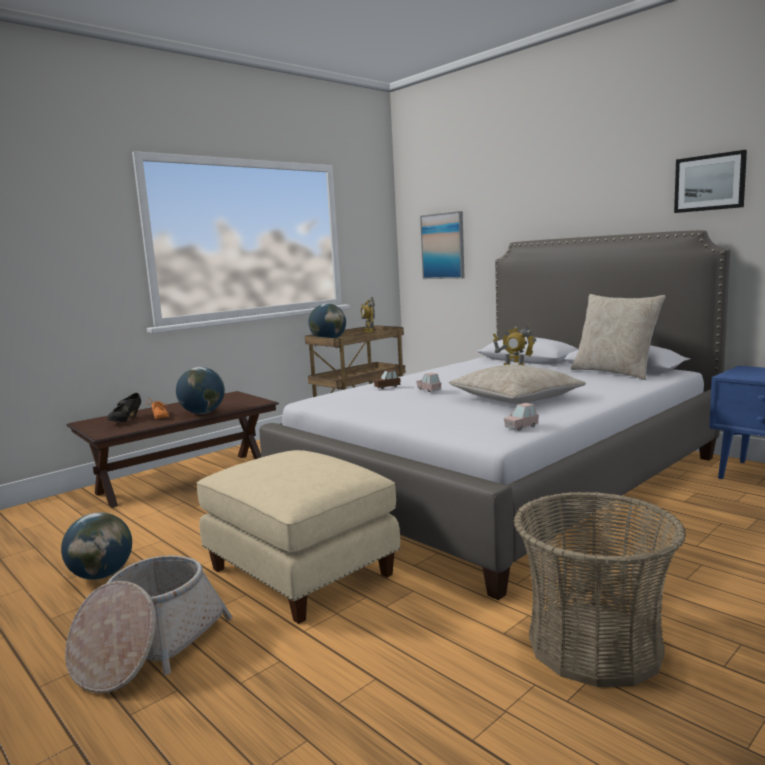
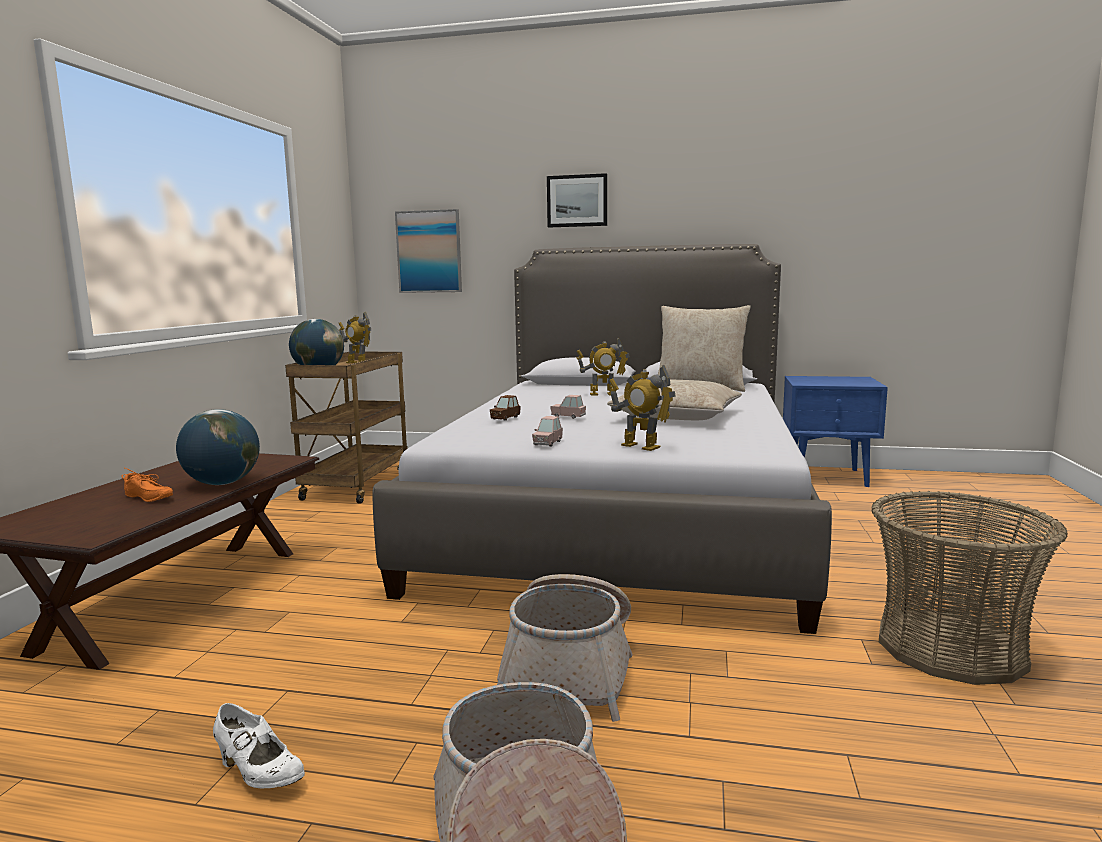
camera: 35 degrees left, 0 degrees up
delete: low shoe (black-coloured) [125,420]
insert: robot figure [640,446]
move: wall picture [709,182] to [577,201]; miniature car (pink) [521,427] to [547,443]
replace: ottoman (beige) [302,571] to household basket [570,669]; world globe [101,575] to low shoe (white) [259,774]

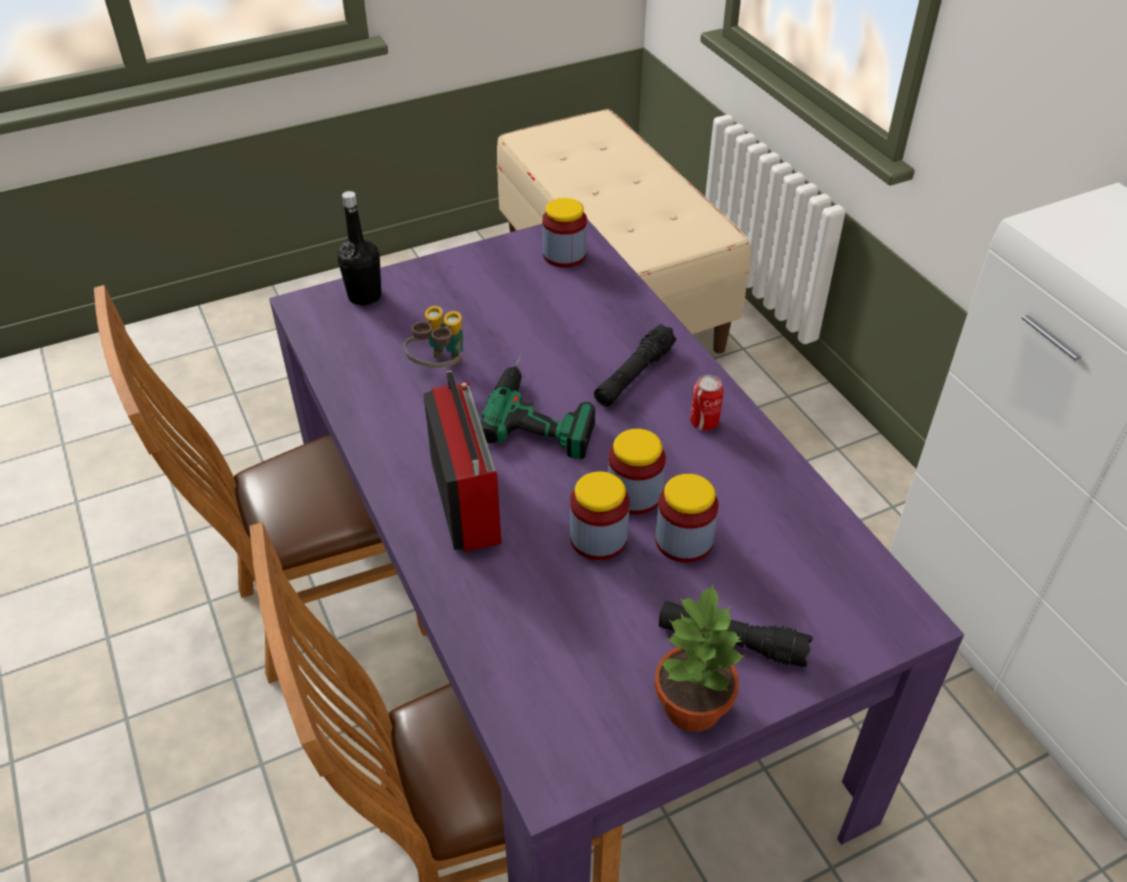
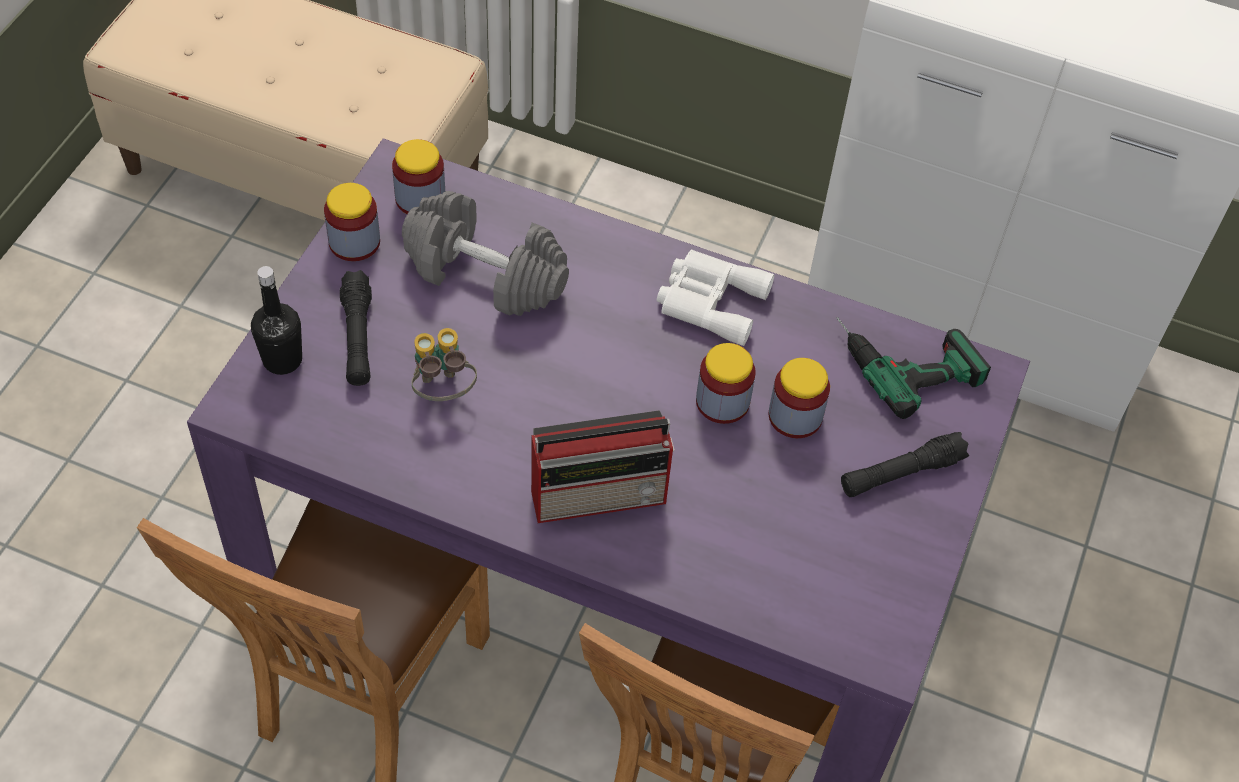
camera: 45 degrees left, 10 degrees up
delete: potted plant [692,704]
insert: free weight (grey) [484,274]
move: hand torch (black-coloured) [634,375] to [357,337]; power drill [544,409] to [904,357]; jar [598,538] to [354,242]
replace: sealed can [704,422] to pair of binoculars (white) [709,300]
rotate: radio receiver [466,498] = [601,495] 135 degrees clockwise

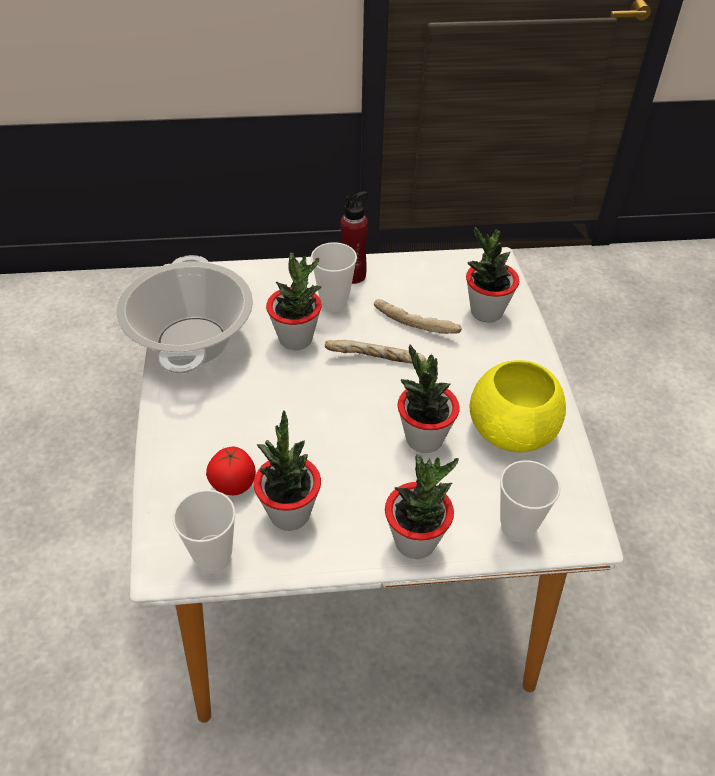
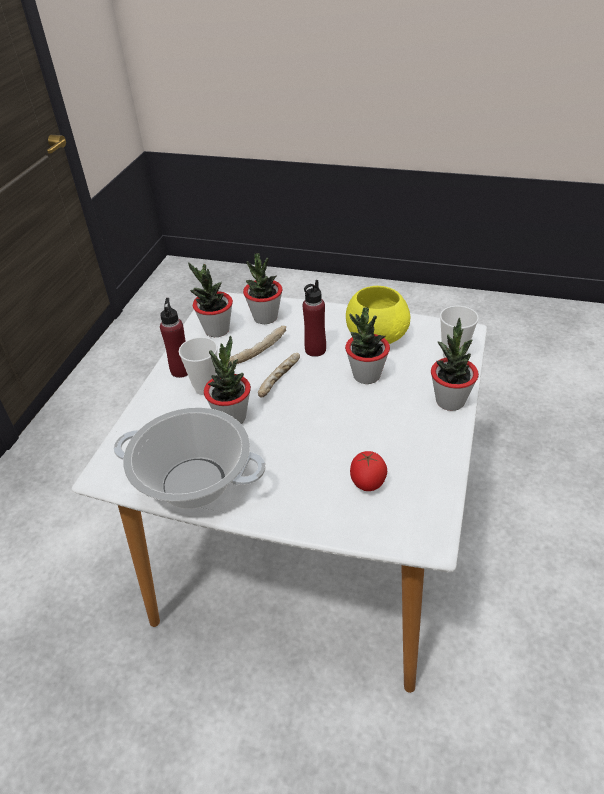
camera: 65 degrees left, 5 degrees down
delete: small cup [213,558]
insert: bottle (red-coloured) [315,350]
move: potted plant [289,513] to [216,330]

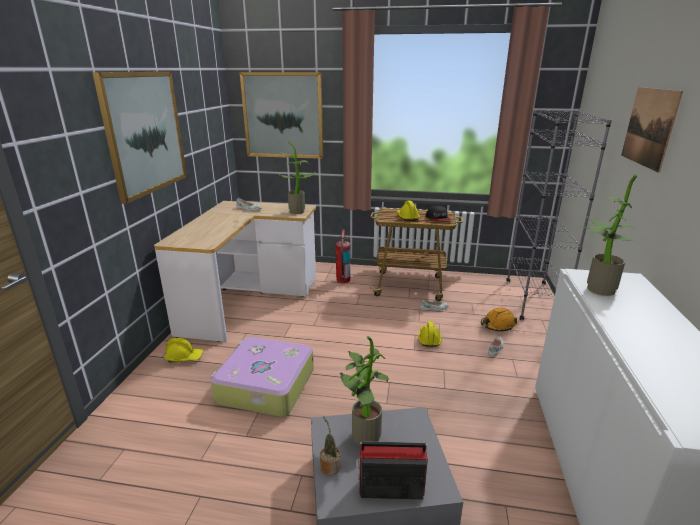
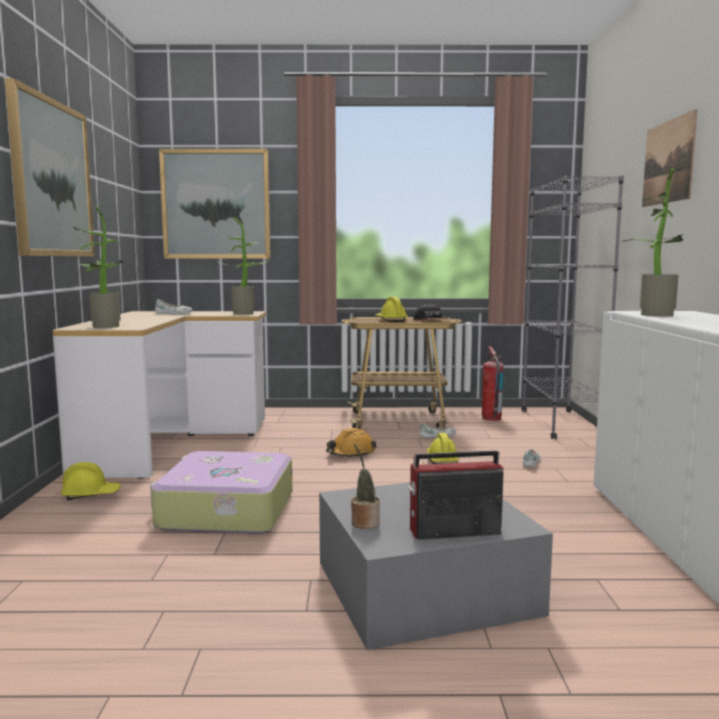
camera: 10 degrees left, 15 degrees down
move: fire-fighting cylinder [343,280] to [491,418]; safety helmet (orangey) [497,325] to [350,454]; potted plant [362,434] to [103,326]

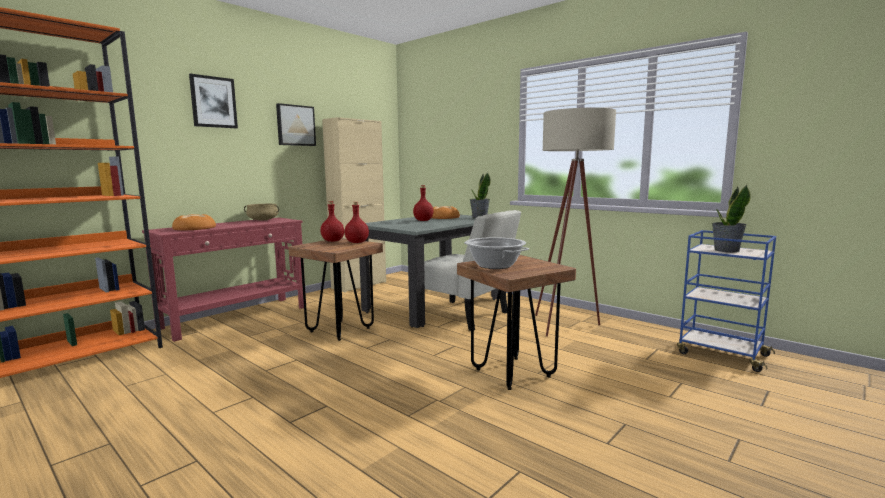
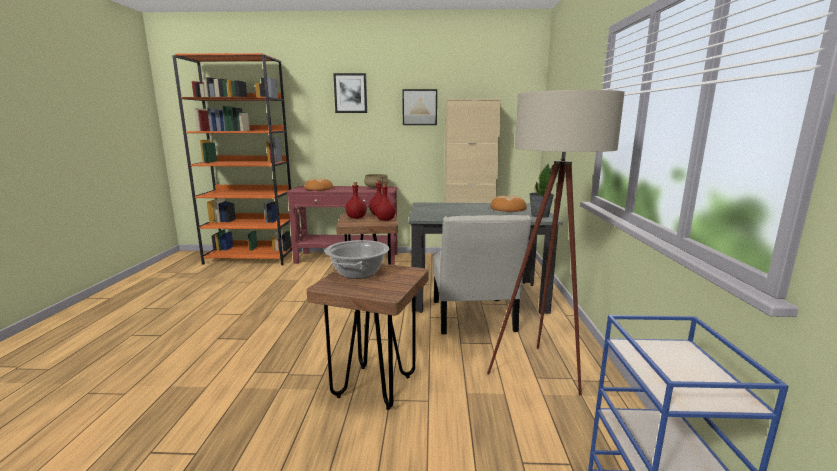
camera: 50 degrees right, 5 degrees up
delete: potted plant [726,250]
move: bottle (red-coloured) [423,220] to [356,218]

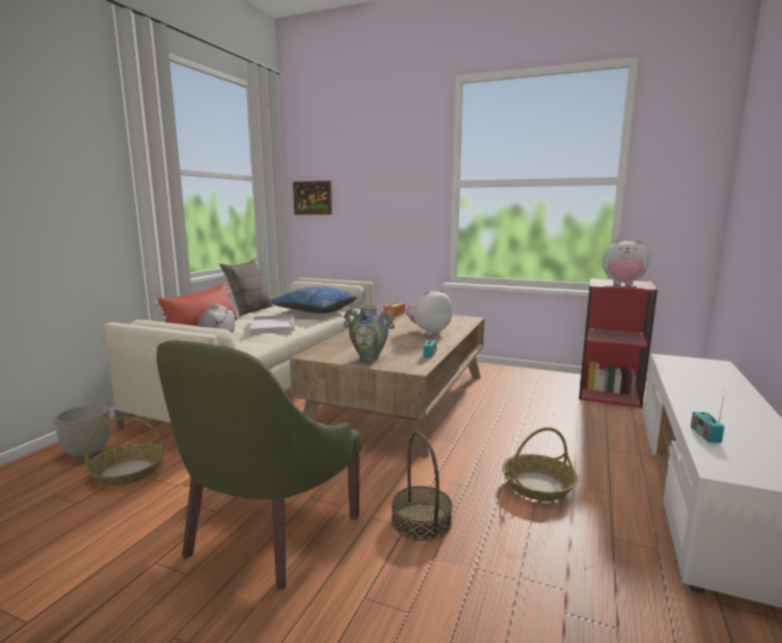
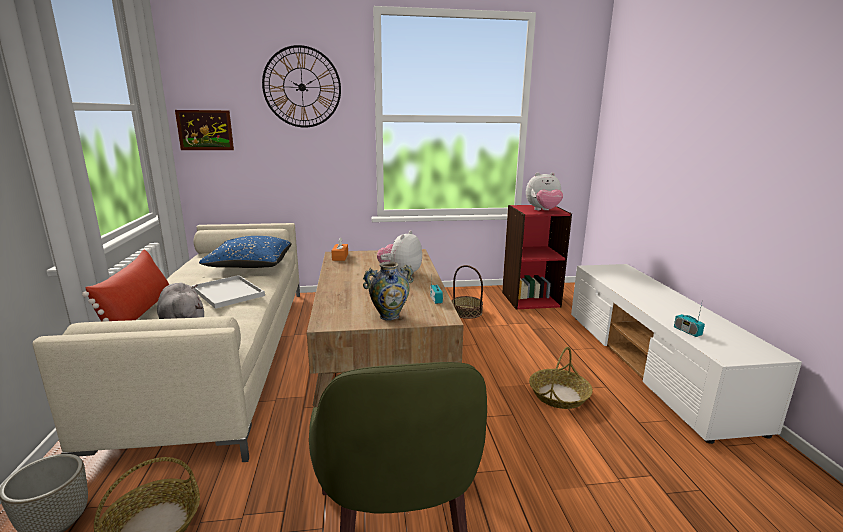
camera: 30 degrees left, 5 degrees up
delete: pillow [249,311]
insert: clock on the wall [302,87]
move: household basket [421,521] to [466,312]

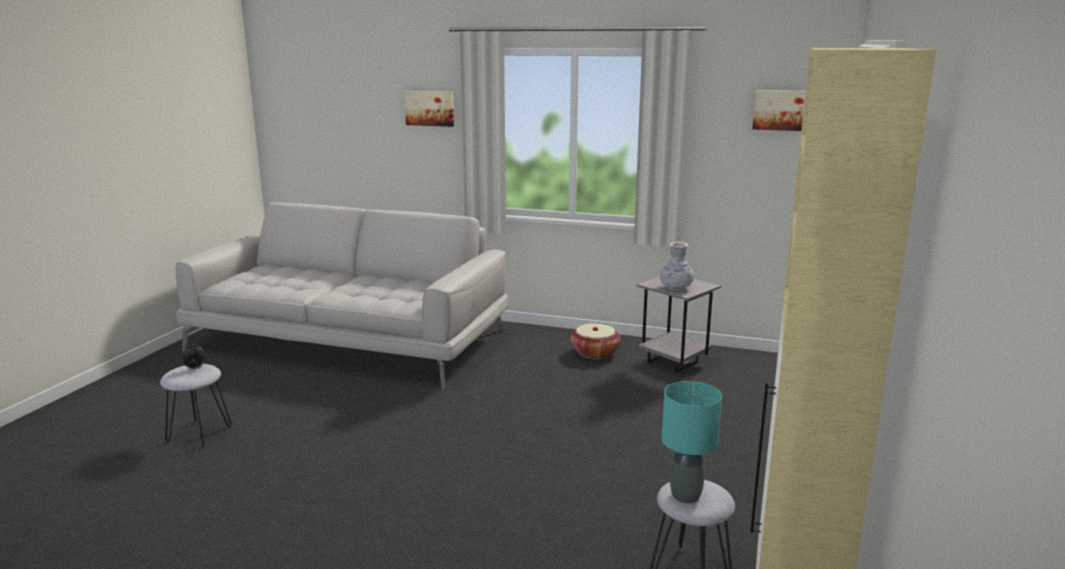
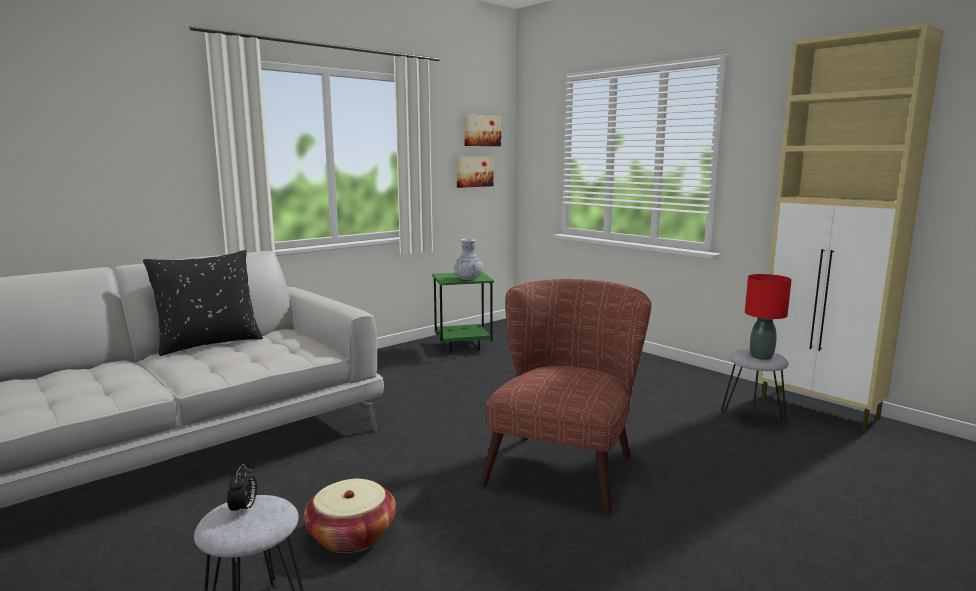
camera: 60 degrees left, 5 degrees down
insert: pillow (black-coloured) [209,343]; armchair (brown) [566,464]
move: wall picture [430,108] to [474,171]; household basket [595,353] to [352,535]
recolor: accent table (grey) [672,362] to accent table (greenish) [462,347]; tabletop lamp (blue-green) [686,495] to tabletop lamp (red-coloured) [761,356]

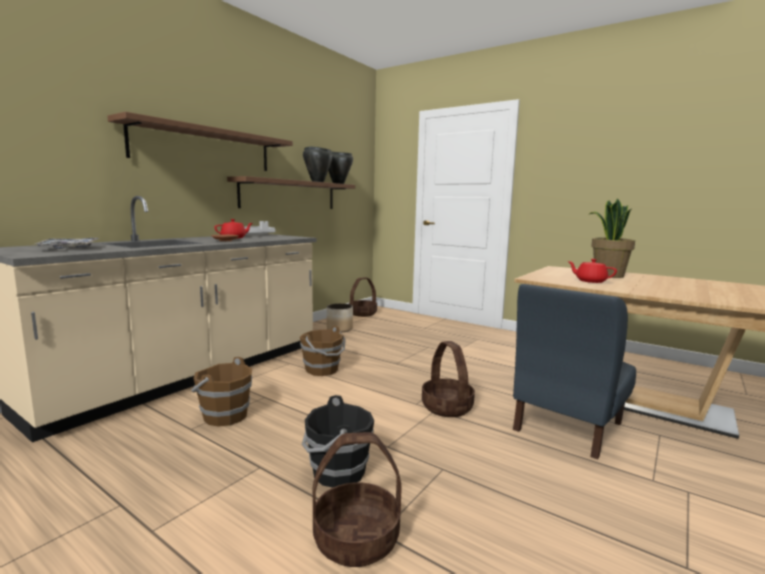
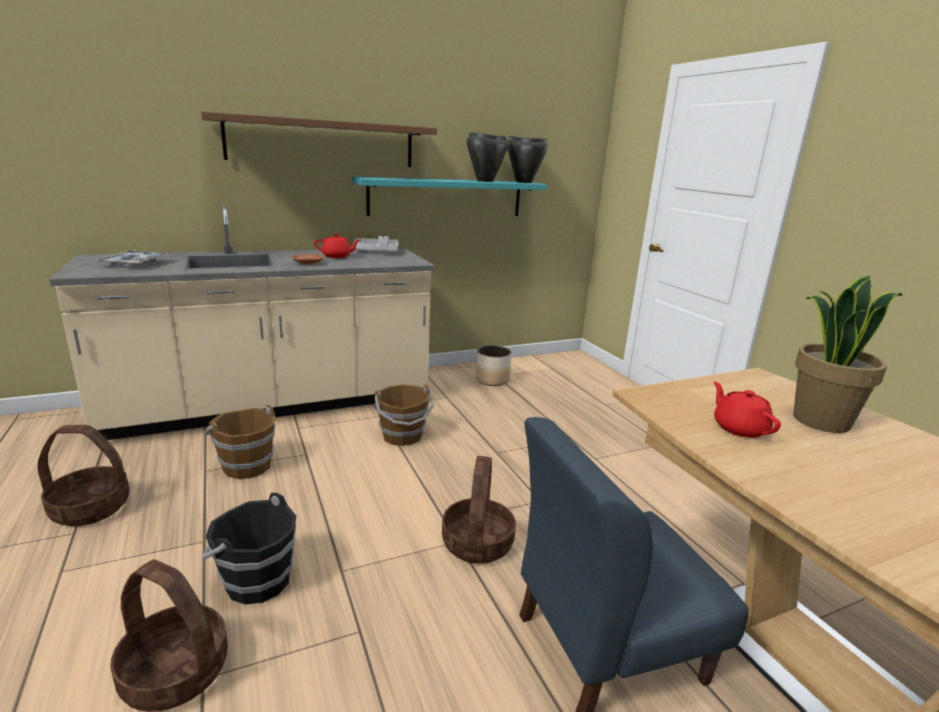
camera: 30 degrees right, 10 degrees up
move: household basket [362,313] to [90,508]
recolor: shelf (brown) [290,195] to shelf (blue-green) [447,197]

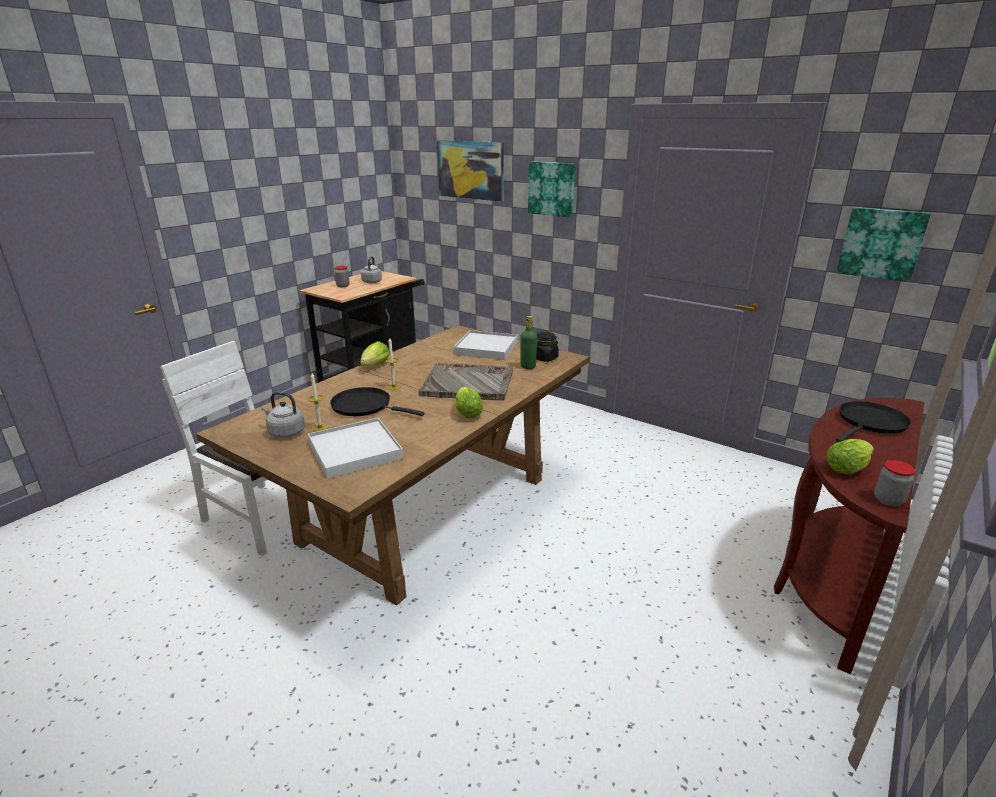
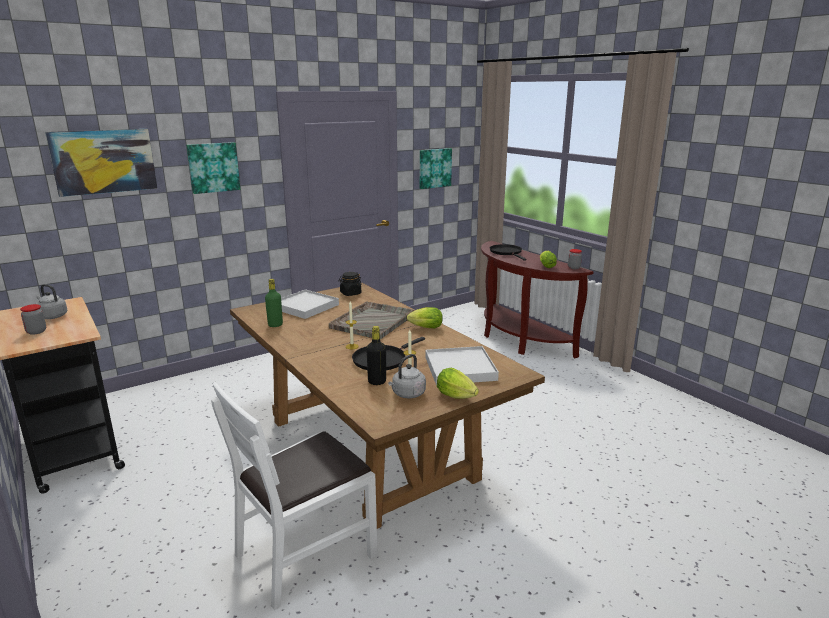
camera: 70 degrees left, 5 degrees down
insert: bottle (black-coloured) [377,382]
move: bottle (greenish) [528,366] to [275,325]; head of lettuce [374,367] to [458,397]

